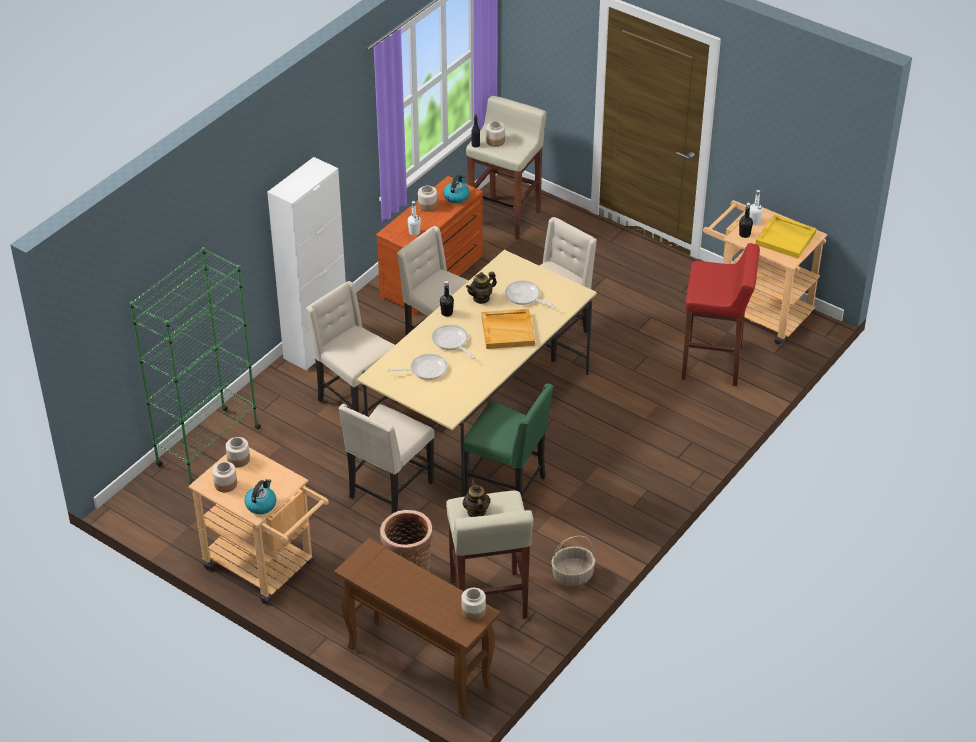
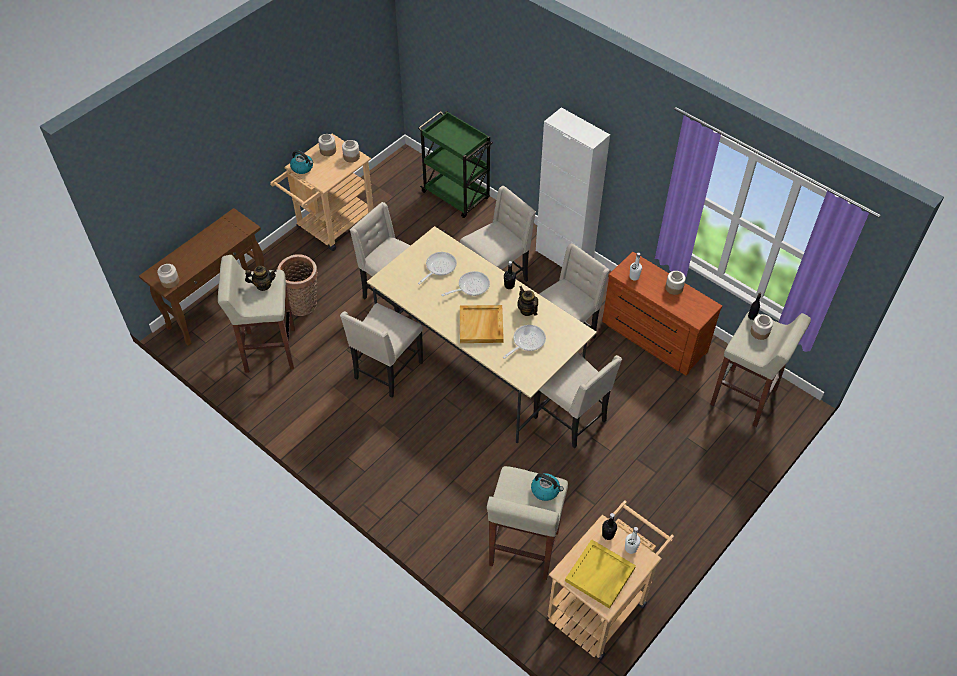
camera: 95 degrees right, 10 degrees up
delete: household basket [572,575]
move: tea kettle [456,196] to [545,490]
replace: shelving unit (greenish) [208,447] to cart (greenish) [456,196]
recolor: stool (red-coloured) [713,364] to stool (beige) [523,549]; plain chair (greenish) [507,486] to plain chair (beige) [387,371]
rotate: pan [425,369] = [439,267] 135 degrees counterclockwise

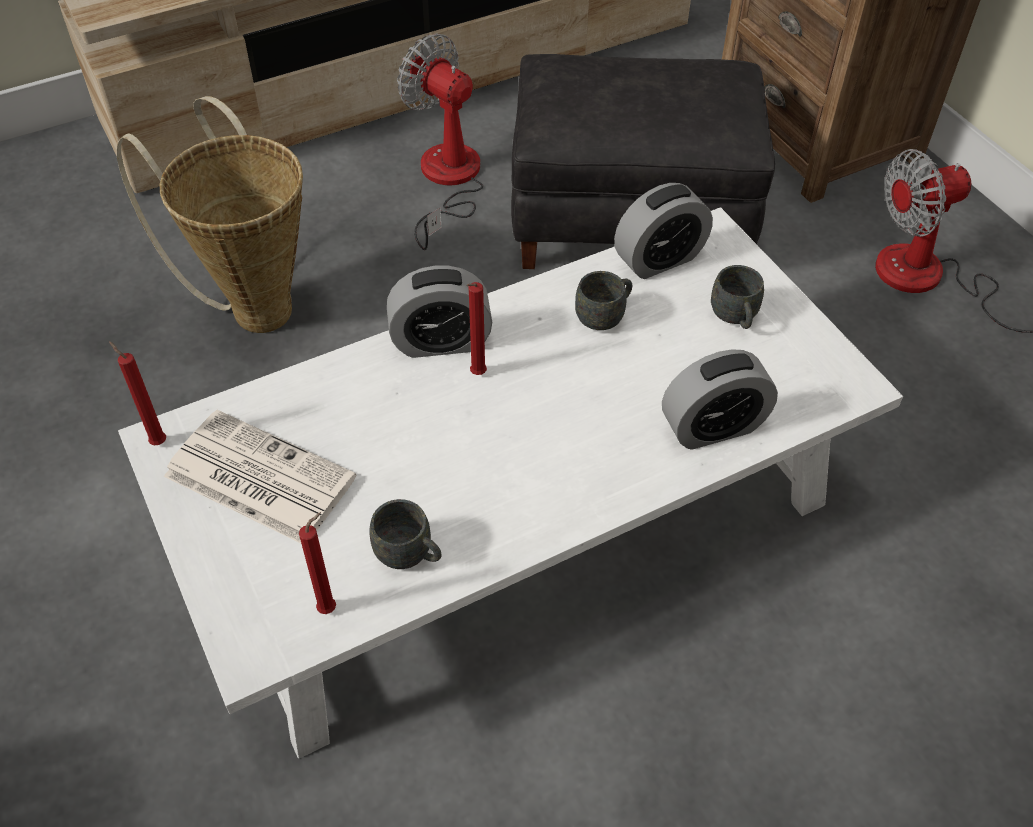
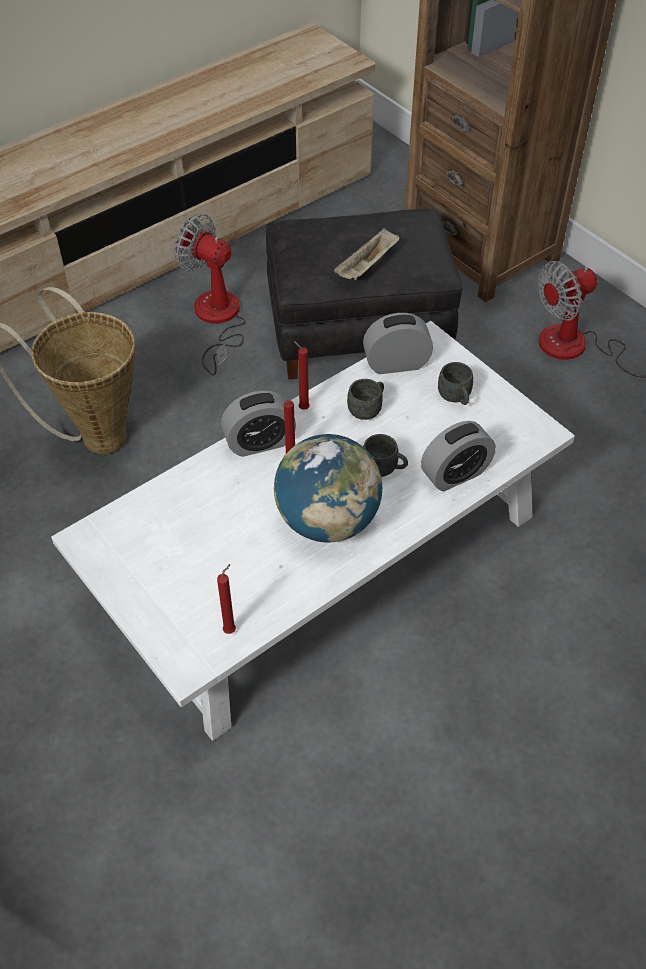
camera: 10 degrees left, 0 degrees up
delete: newspaper [257,477]
insert: serving tray (beige) [367,267]; world globe [328,520]
move: wax candle (red-coloured) [157,441] to [302,408]; mug (grey) [409,555] to [384,469]
rotate: table clock [659,259] = [396,364] 150 degrees counterclockwise

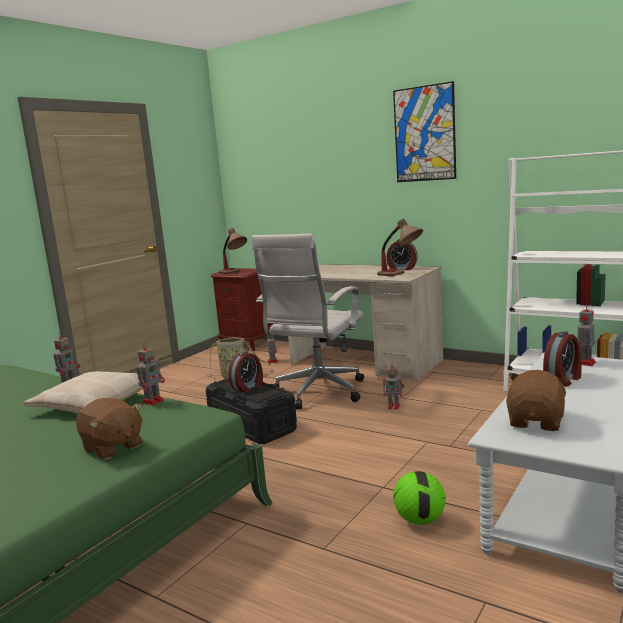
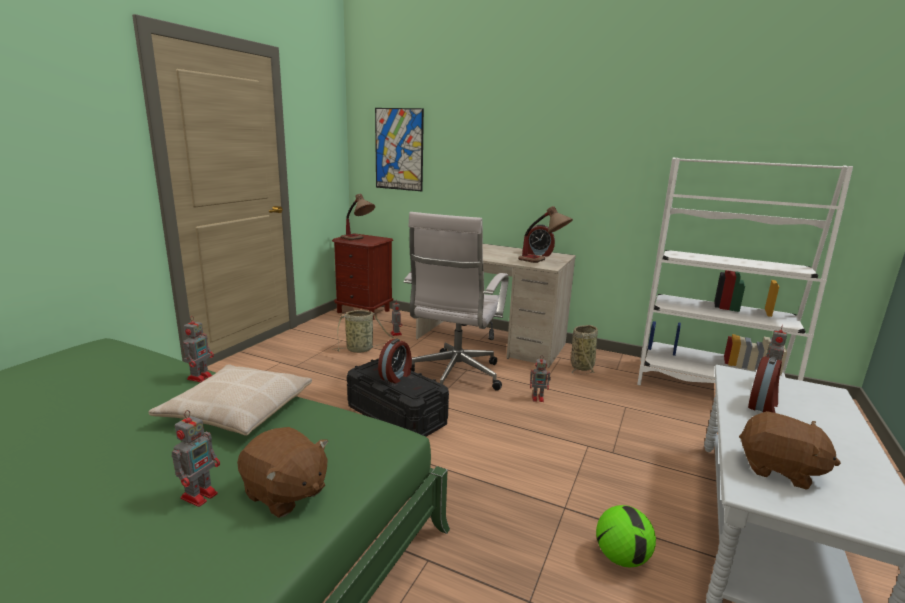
camera: 10 degrees left, 5 degrees up
insert: household basket [582,366]
move: wall picture [424,134] to [399,149]; robot figure [153,401] to [200,494]
rotate: cuddly toy (brown) [536,422] = [779,470] 105 degrees clockwise

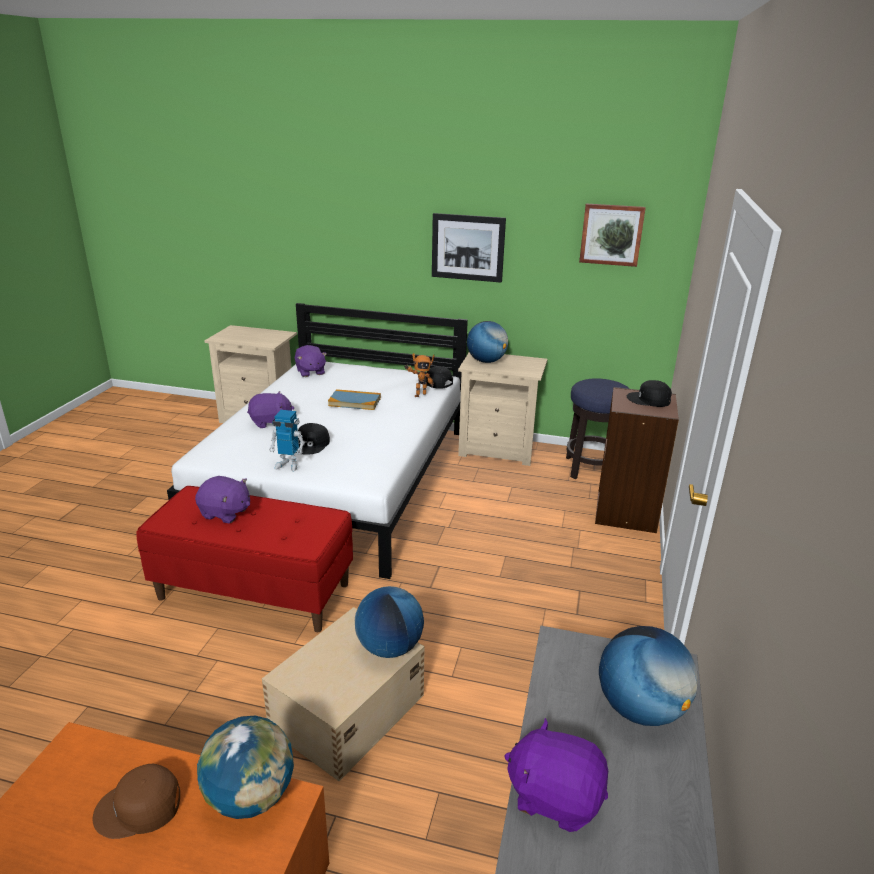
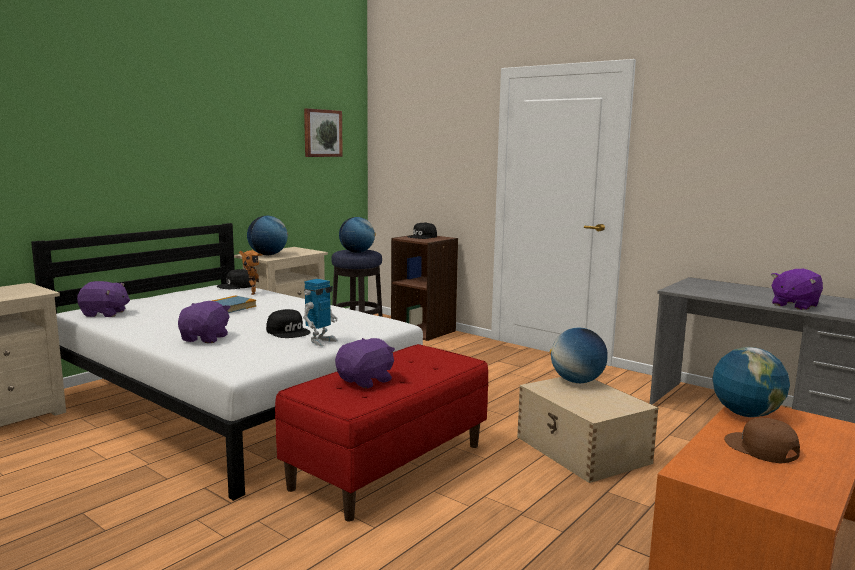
camera: 65 degrees left, 15 degrees down
delete: wall picture [468,247]
move: world globe [640,709] to [357,252]
rotate: cap (brown) [139,808] = [760,448] 135 degrees clockwise

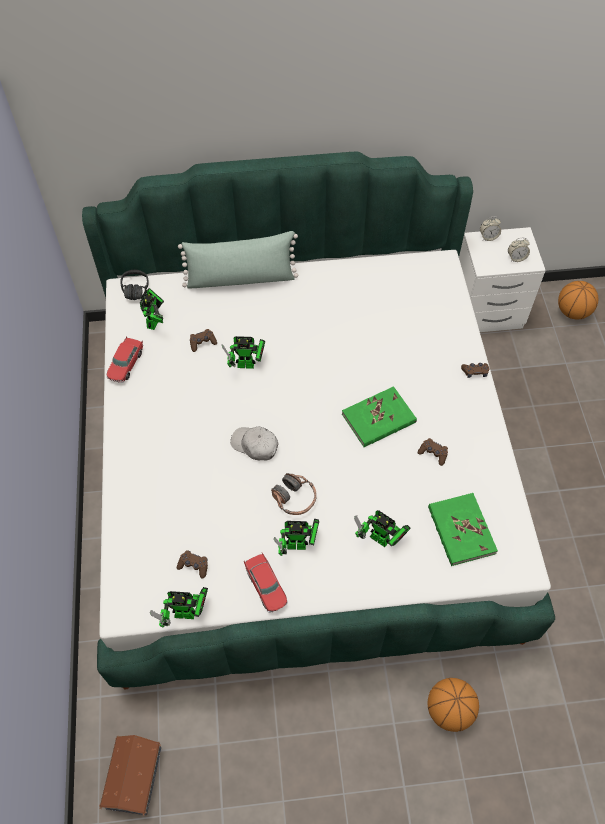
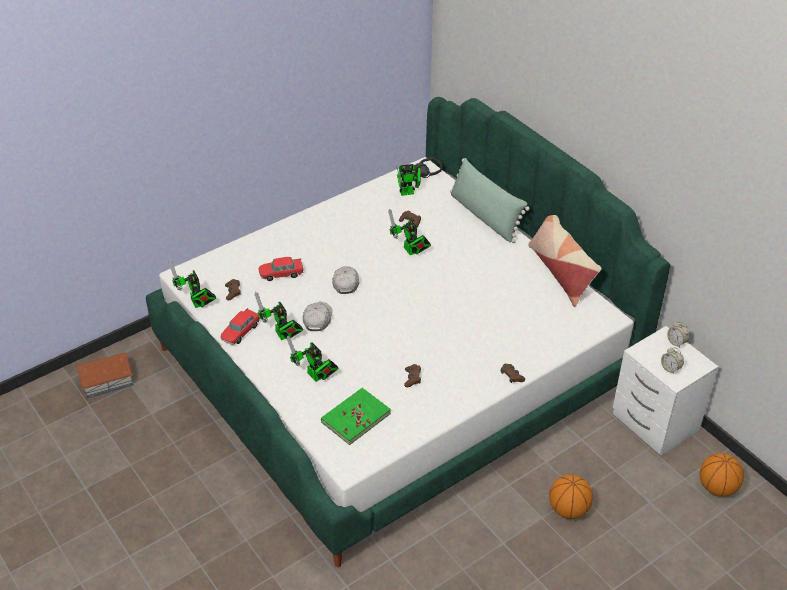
camera: 60 degrees right, 15 degrees down
delete: volume (greenish) [378,419]
insert: pillow [560,272]
move: miniature car [126,364] to [281,274]; ball for basketball [449,710] to [568,509]
replace: headphones [294,498] to cap (white) [317,319]
rotate: robot figure [382,540] = [316,377] 45 degrees counterclockwise

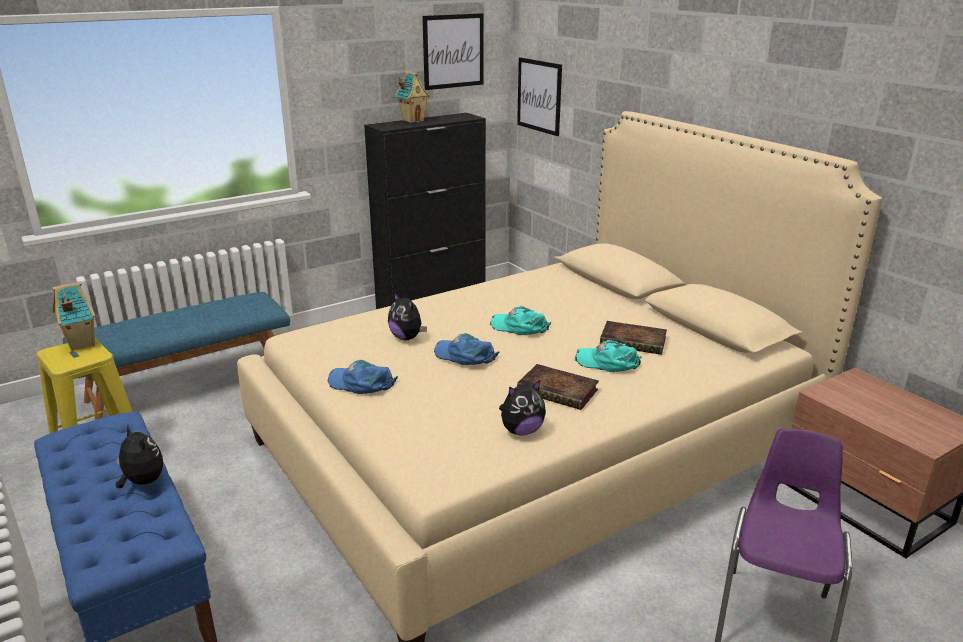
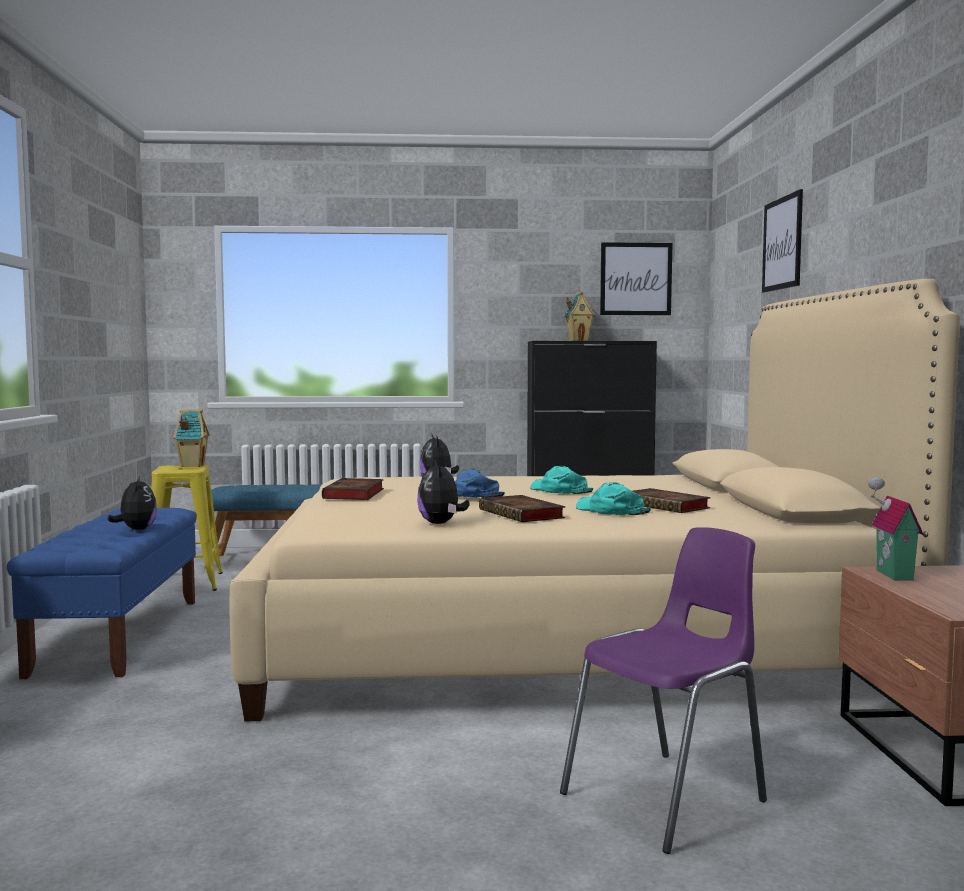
camera: 30 degrees right, 20 degrees down
insert: model house [891,575]
move: wall picture [539,96] to [782,243]
replace: cap (bluish) [361,383] to volume [354,494]
rotate: cuddly toy [521,431] = [441,523] 75 degrees clockwise

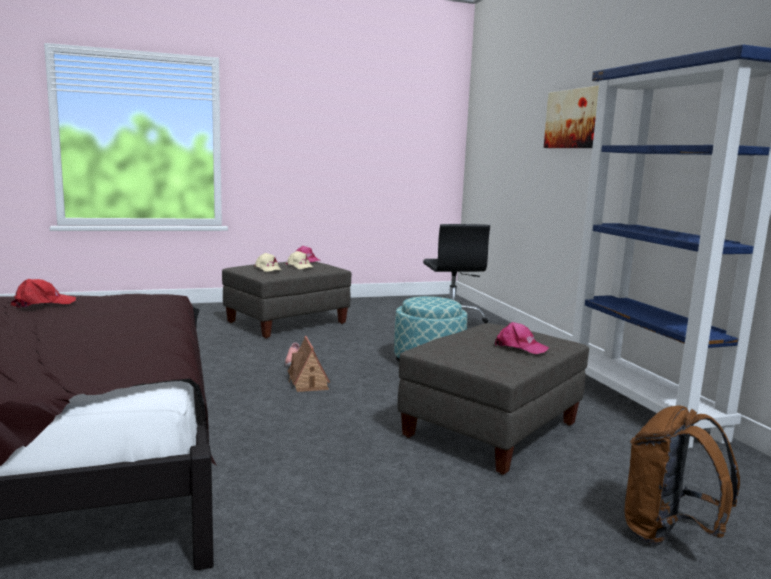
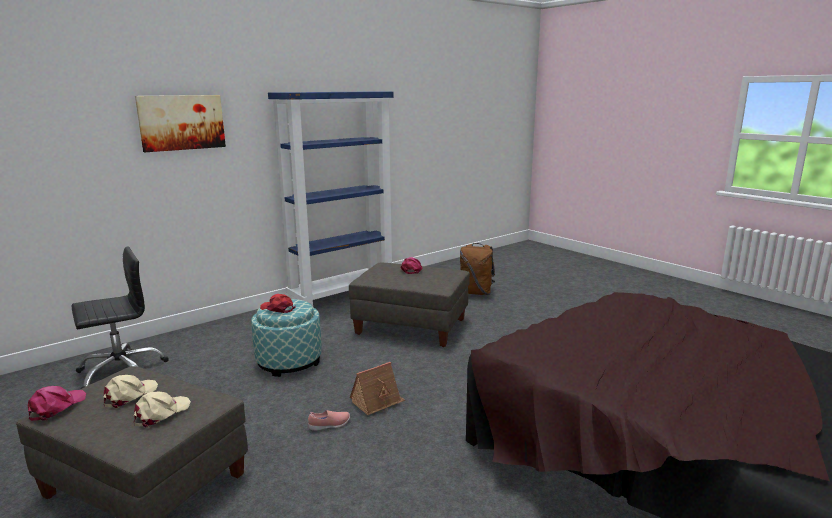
camera: 110 degrees left, 5 degrees up
move: cap (red-coloured) [43,303] to [277,308]

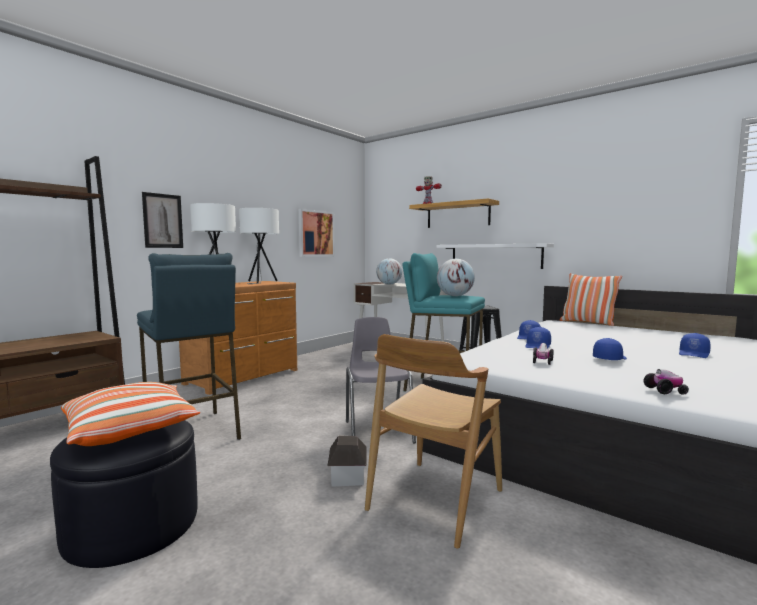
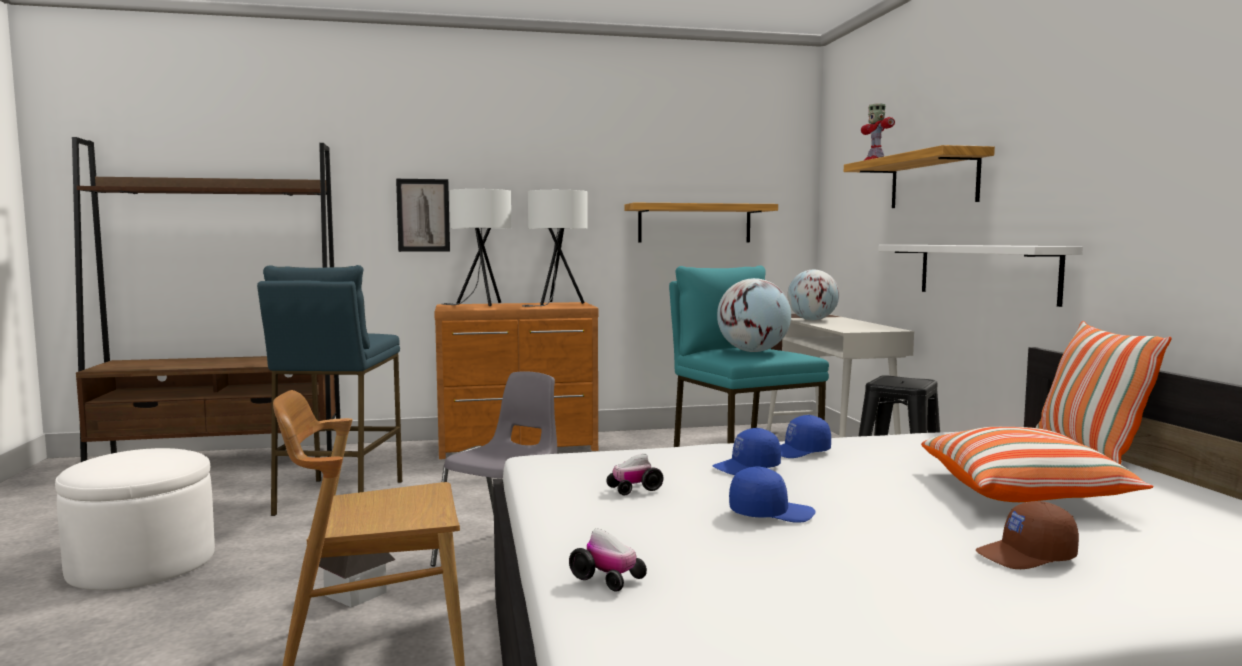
camera: 40 degrees right, 0 degrees up
move: pillow [131,430] to [1025,493]
replace: wall picture [316,233] to shelf [694,223]
recolor: cap (bluish) [694,354] to cap (brown) [1026,556]; ottoman (black-coloured) [133,525] to ottoman (white) [142,563]

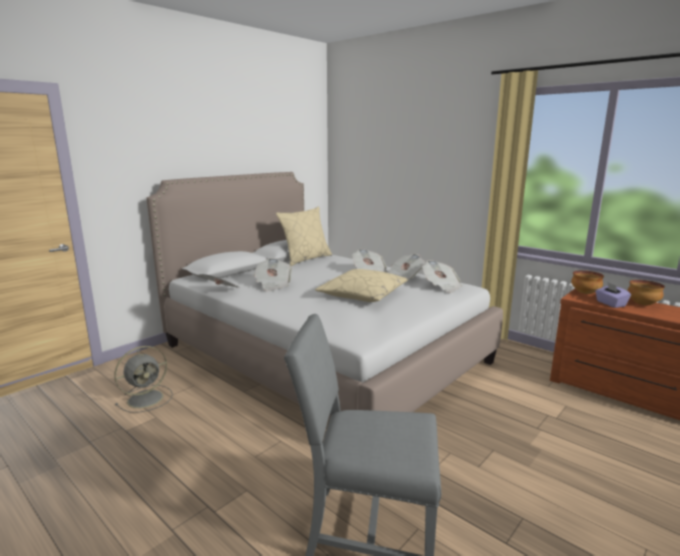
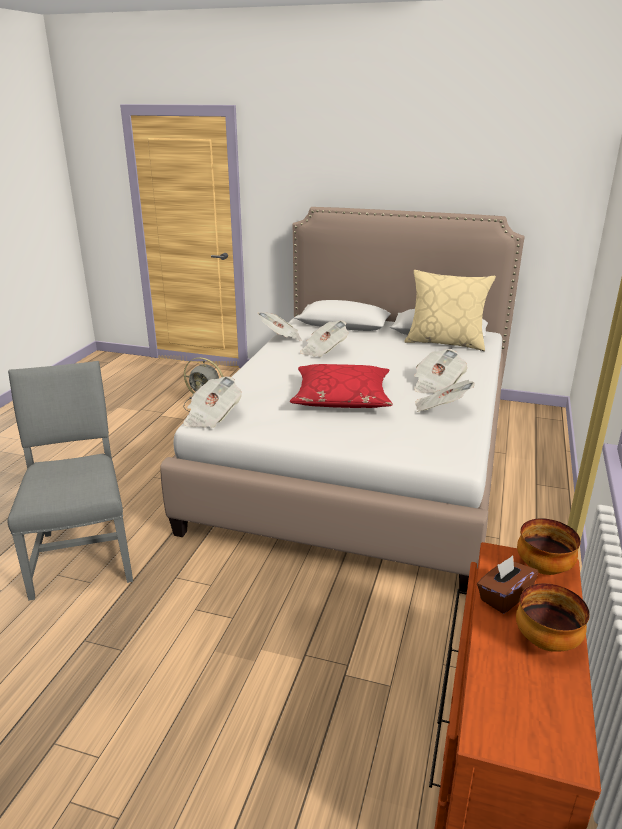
camera: 65 degrees right, 10 degrees up
move: newspaper [441,286] to [211,417]
recolor: pillow (beige) [363,294] to pillow (red-coloured) [342,398]; tissue holder (purple-coloured) [610,304] to tissue holder (brown) [504,597]

